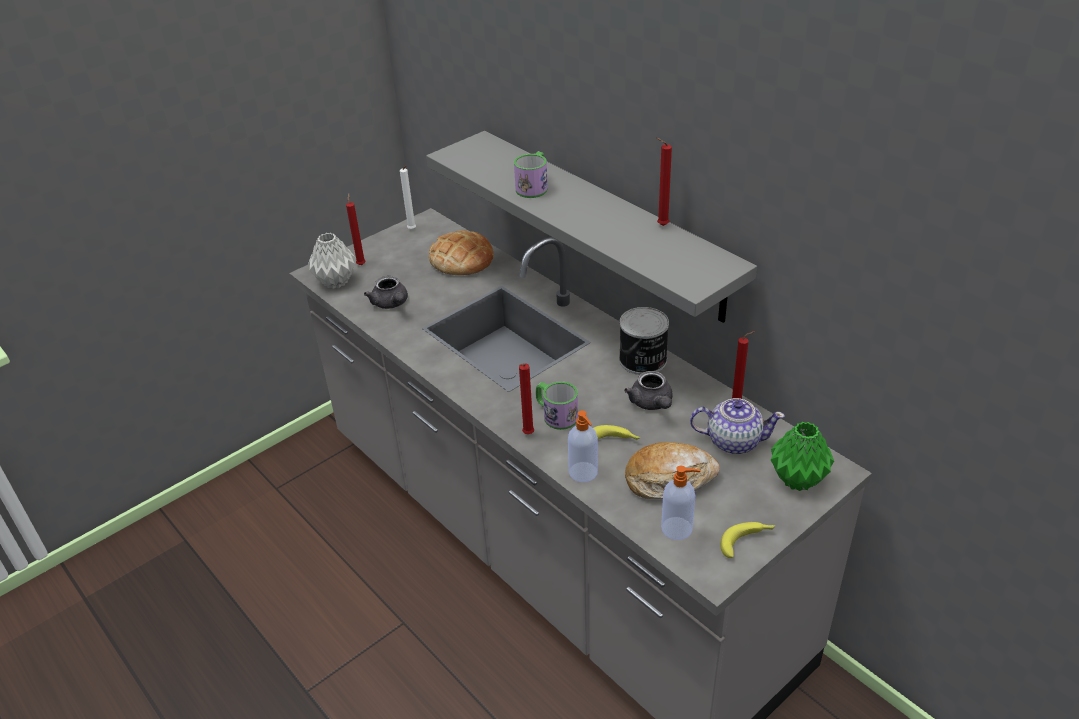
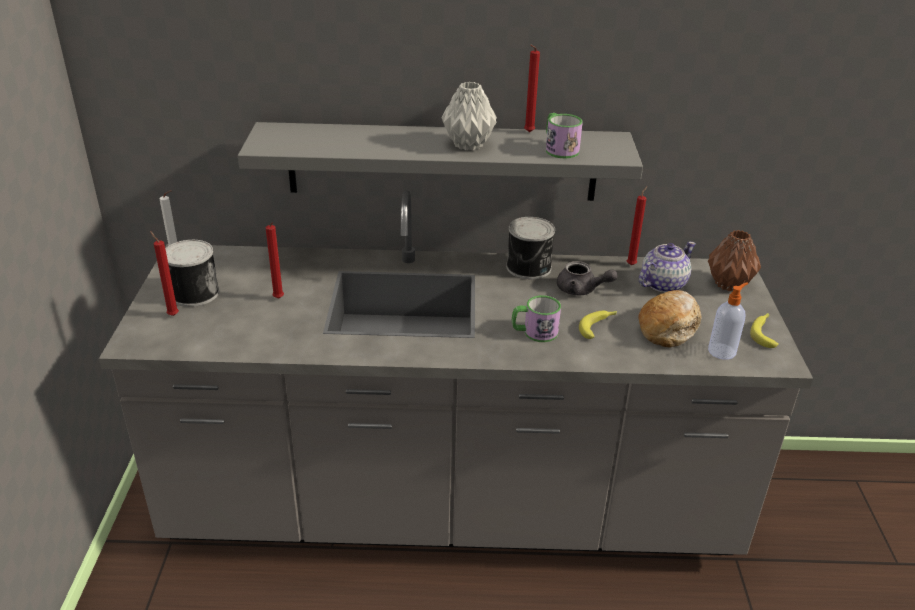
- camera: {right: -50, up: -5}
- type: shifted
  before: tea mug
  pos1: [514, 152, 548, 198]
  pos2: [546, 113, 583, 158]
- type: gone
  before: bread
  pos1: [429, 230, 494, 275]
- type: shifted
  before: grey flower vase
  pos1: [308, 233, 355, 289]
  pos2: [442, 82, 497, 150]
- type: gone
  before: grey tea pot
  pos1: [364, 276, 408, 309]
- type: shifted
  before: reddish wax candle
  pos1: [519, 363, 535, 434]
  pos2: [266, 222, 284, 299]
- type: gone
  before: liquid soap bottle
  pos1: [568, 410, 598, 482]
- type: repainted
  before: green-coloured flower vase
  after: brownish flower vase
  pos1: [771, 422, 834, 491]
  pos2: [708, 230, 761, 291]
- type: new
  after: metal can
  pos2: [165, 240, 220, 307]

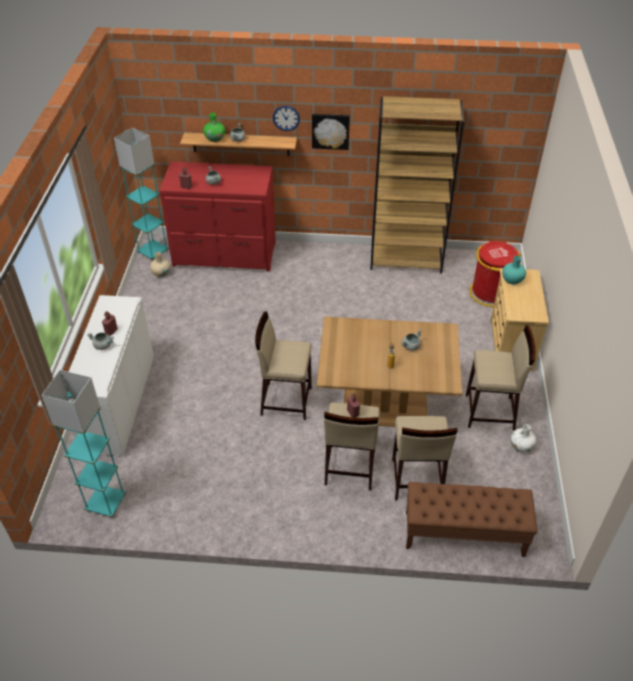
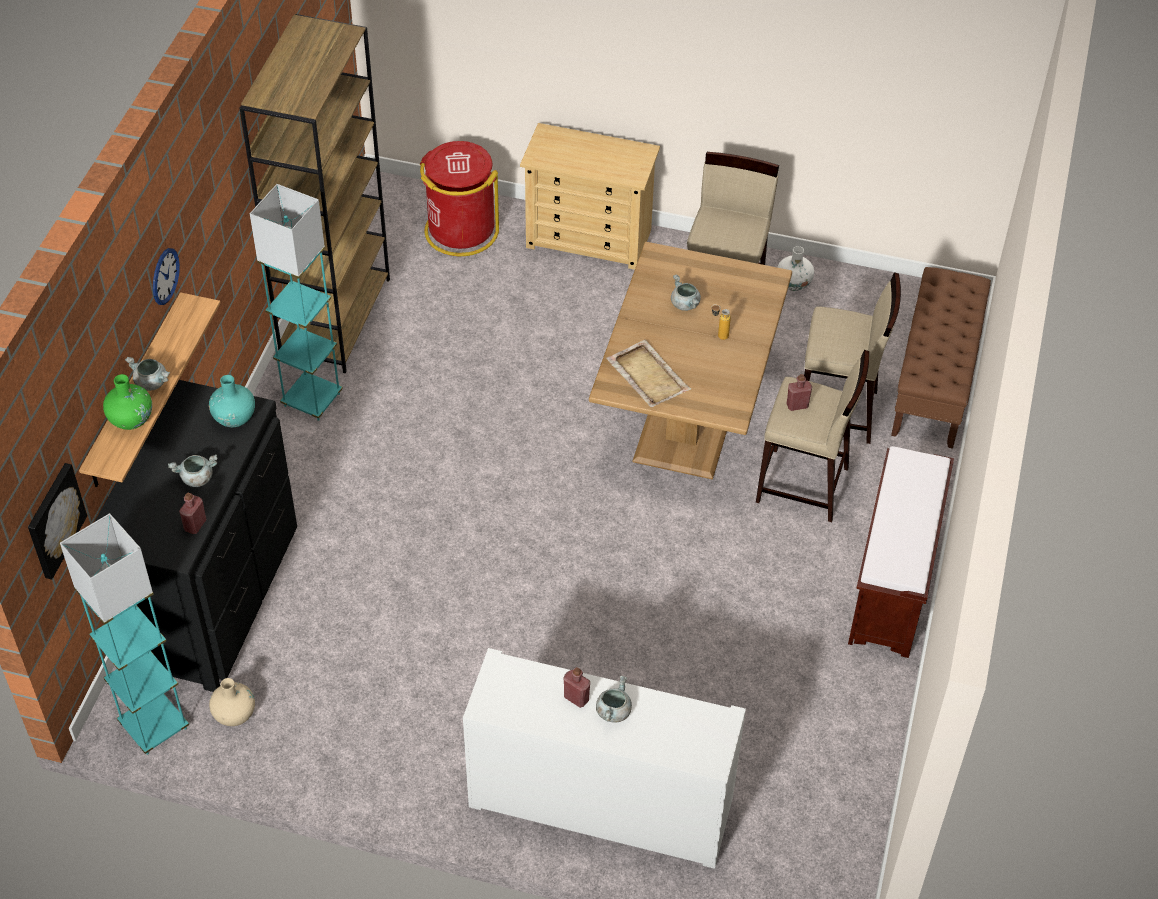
- camera: {right: -80, up: 5}
- type: shifted
  before: wall picture
  pos1: [312, 114, 350, 150]
  pos2: [28, 463, 87, 580]
- type: repainted
  before: reddish drawer chest
  after: black drawer chest
  pos1: [159, 162, 276, 271]
  pos2: [95, 380, 297, 692]
- type: shifted
  before: blue-green flower vase
  pos1: [502, 256, 526, 284]
  pos2: [209, 375, 255, 427]
- type: gone
  before: beige-coloured stool seat
  pos1: [255, 311, 312, 420]
- type: shifted
  before: blue-green standing lamp
  pos1: [42, 370, 126, 518]
  pos2: [250, 184, 343, 421]
- type: new
  after: beige-coloured tray
  pos2: [606, 339, 691, 408]
- type: new
  after: brownish long seat
  pos2: [848, 446, 954, 658]

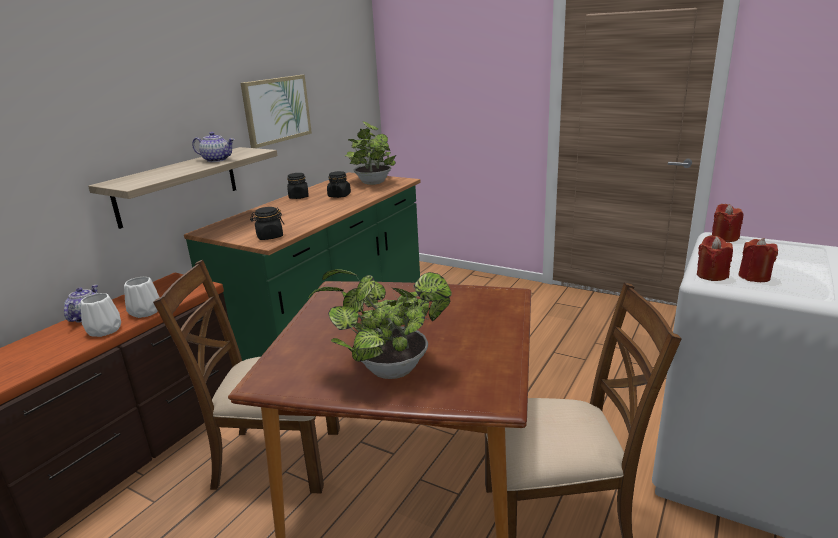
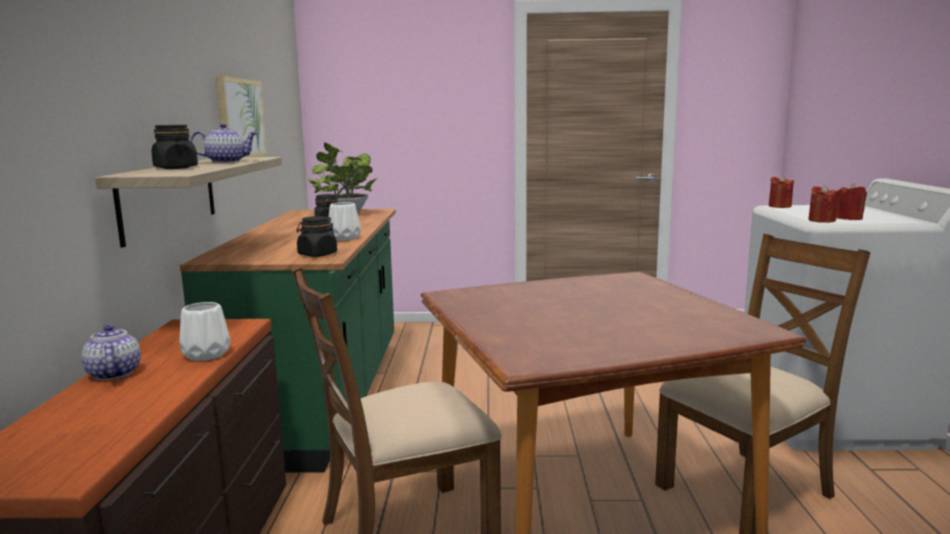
- camera: {right: -30, up: -10}
- type: shifted
  before: black jar
  pos1: [287, 173, 309, 199]
  pos2: [152, 125, 198, 169]
- type: gone
  before: plant in a pot
  pos1: [308, 269, 452, 379]
- type: shifted
  before: whitish flower vase
  pos1: [80, 293, 121, 337]
  pos2: [329, 202, 361, 241]

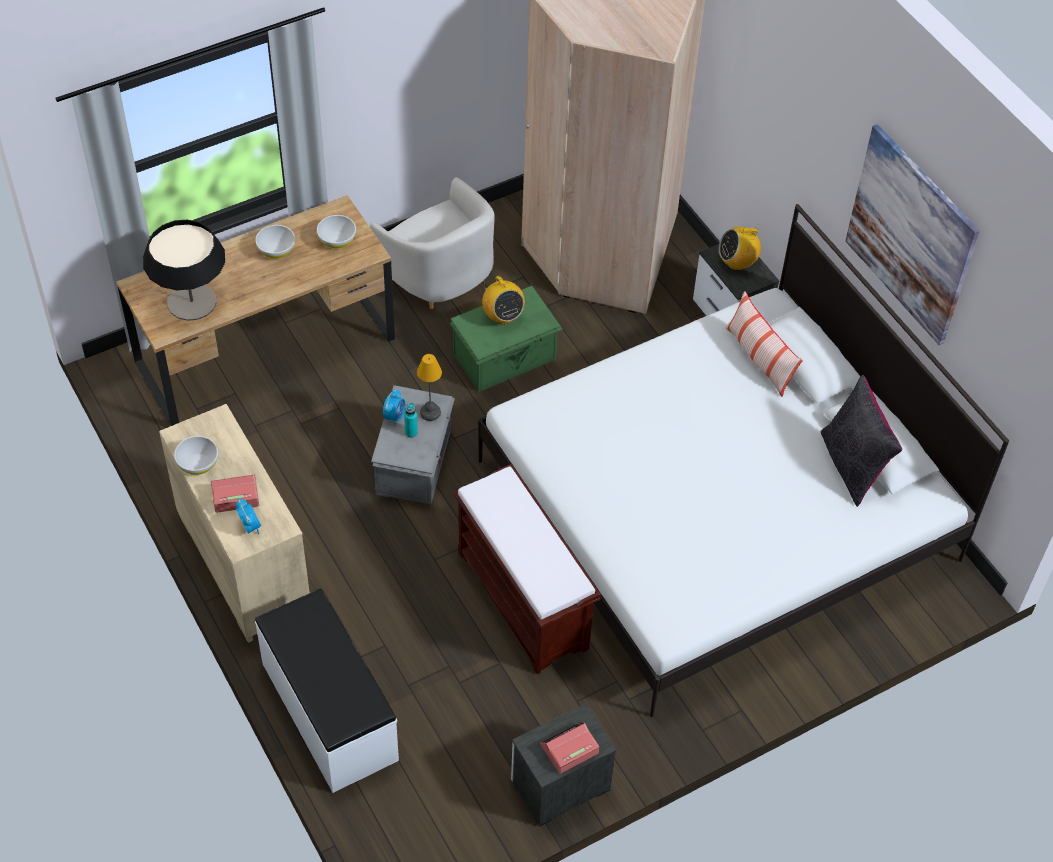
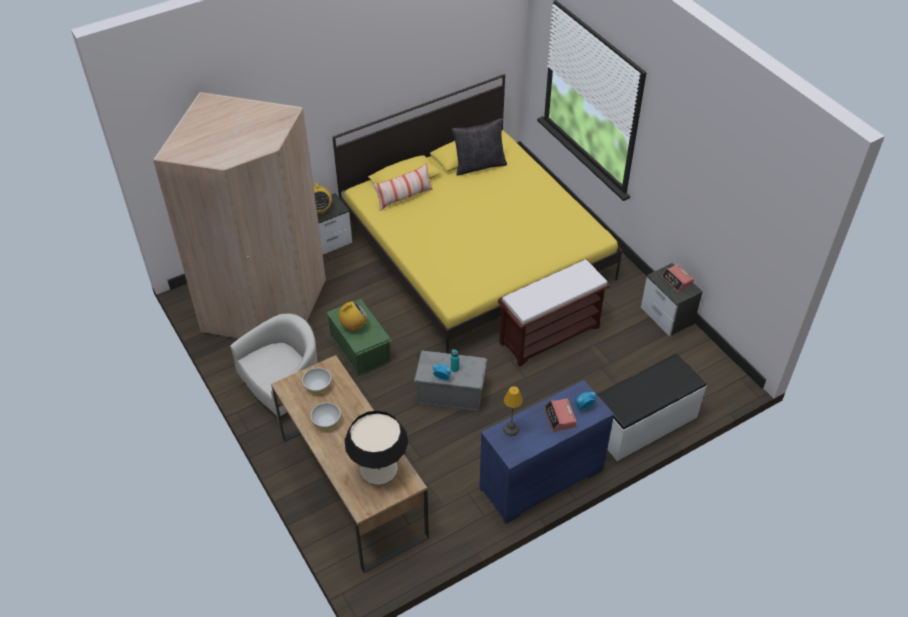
- camera: {right: -90, up: -5}
- type: gone
  before: wall picture
  pos1: [845, 124, 980, 345]
- type: repainted
  before: whitish sleeping bed
  after: yellowish sleeping bed
  pos1: [478, 204, 1009, 717]
  pos2: [332, 74, 622, 354]
- type: shifted
  before: table lamp
  pos1: [417, 354, 442, 421]
  pos2: [503, 386, 523, 436]
- type: repainted
  before: beige-coloured drawer chest
  after: blue drawer chest
  pos1: [159, 404, 310, 643]
  pos2: [479, 380, 614, 524]
- type: gone
  before: whitish bowl
  pos1: [174, 436, 218, 475]

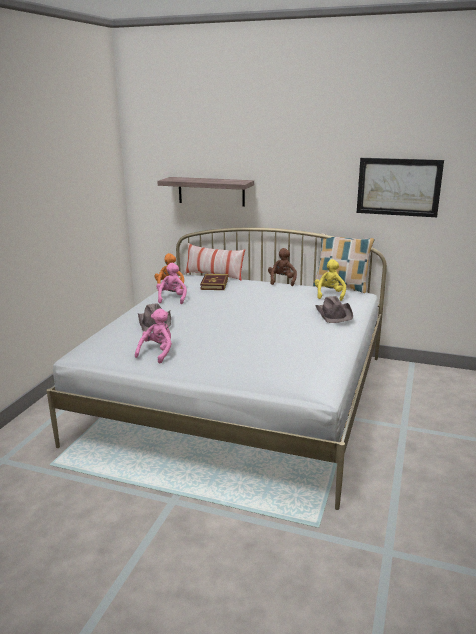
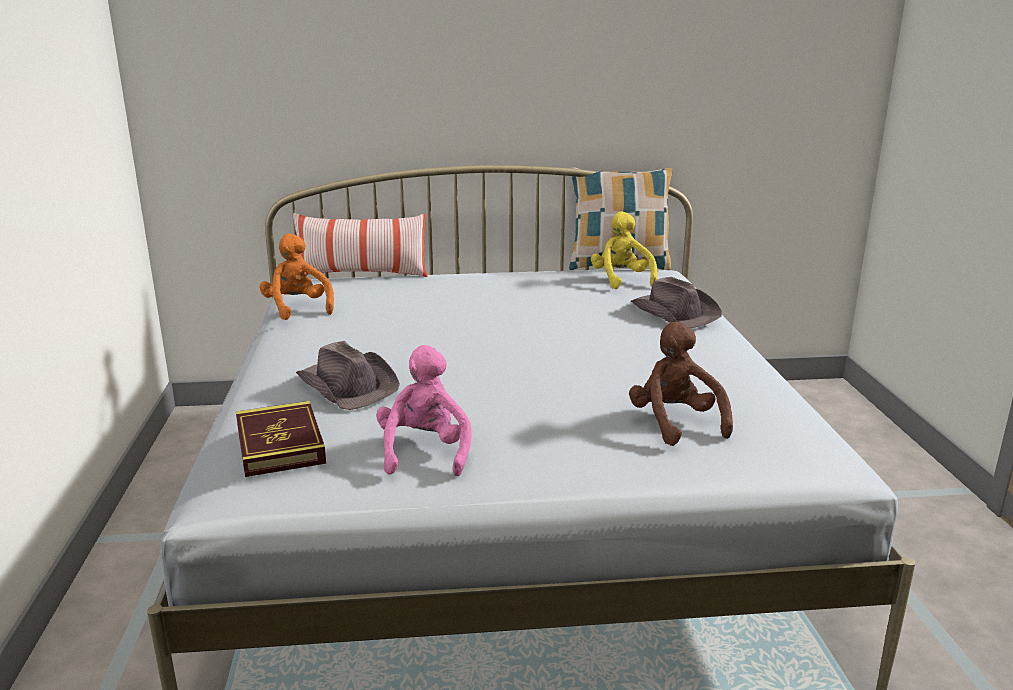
- camera: {right: -25, up: 0}
- type: gone
  before: wall picture
  pos1: [357, 158, 444, 217]
- type: gone
  before: wall shelf
  pos1: [157, 177, 254, 207]
- type: shifted
  before: brownish soft toy
  pos1: [268, 248, 297, 286]
  pos2: [629, 322, 733, 446]
- type: gone
  before: pink soft toy
  pos1: [156, 263, 187, 304]
- type: shifted
  before: book
  pos1: [200, 274, 228, 290]
  pos2: [236, 401, 326, 477]

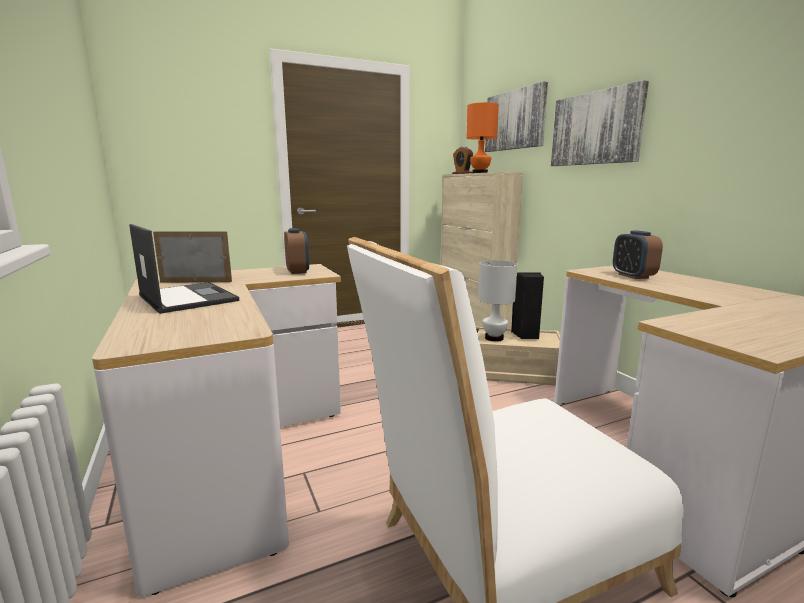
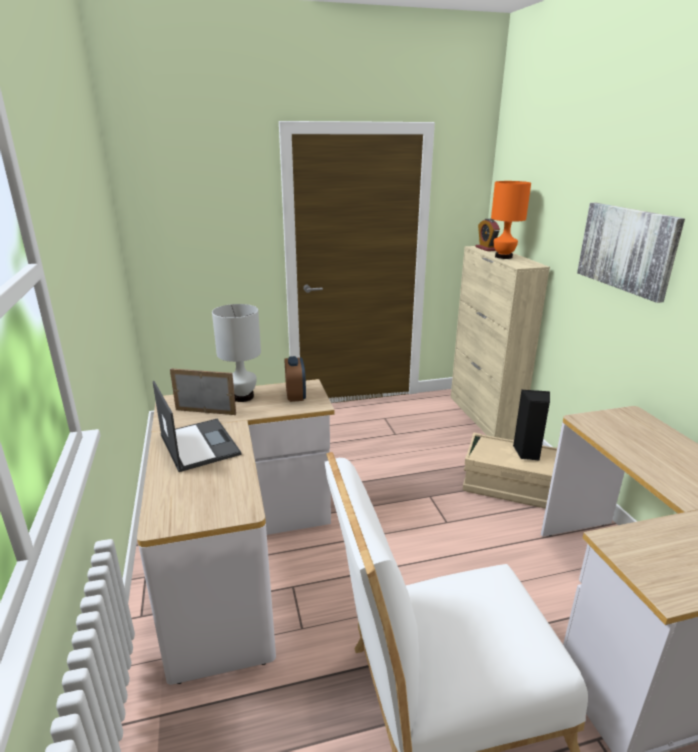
- camera: {right: 10, up: 10}
- type: gone
  before: wall picture
  pos1: [485, 81, 548, 152]
- type: gone
  before: alarm clock
  pos1: [613, 231, 663, 279]
- type: shifted
  before: whitish table lamp
  pos1: [478, 260, 518, 342]
  pos2: [212, 304, 261, 402]

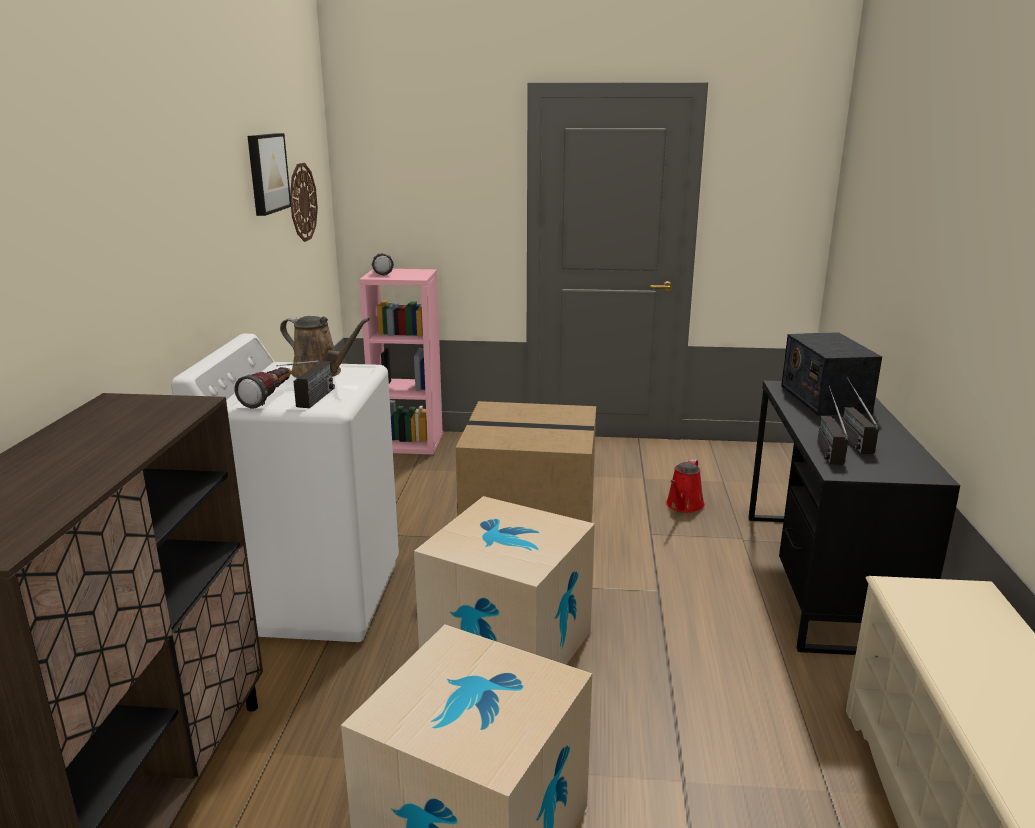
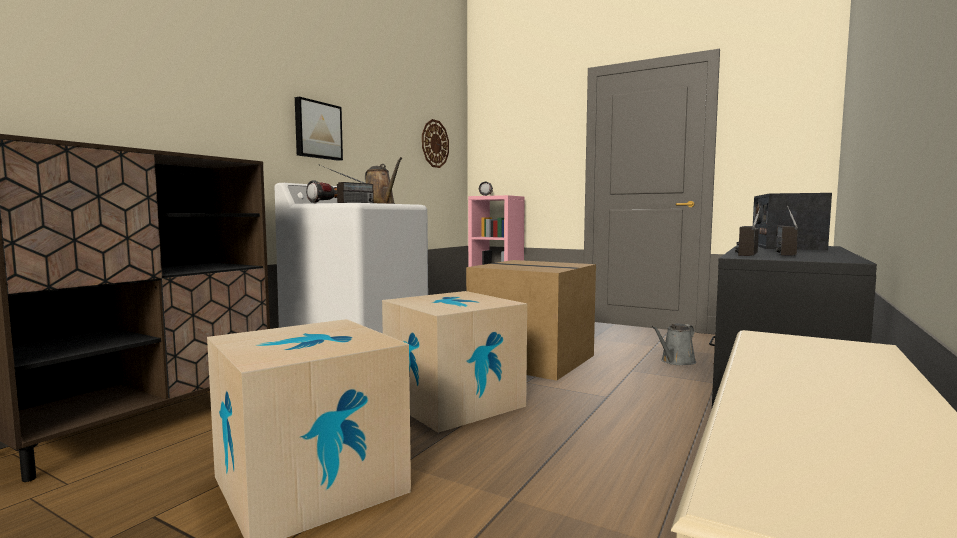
- camera: {right: 25, up: -15}
- type: shifted
  before: wall picture
  pos1: [248, 133, 291, 216]
  pos2: [295, 97, 343, 161]
- type: repainted
  before: reddish watering can
  after: grey watering can
  pos1: [666, 459, 705, 513]
  pos2: [651, 323, 696, 365]

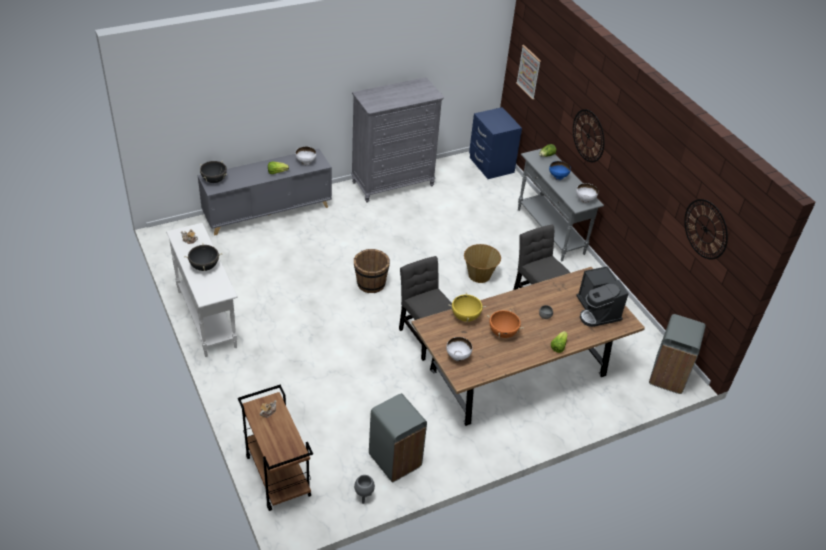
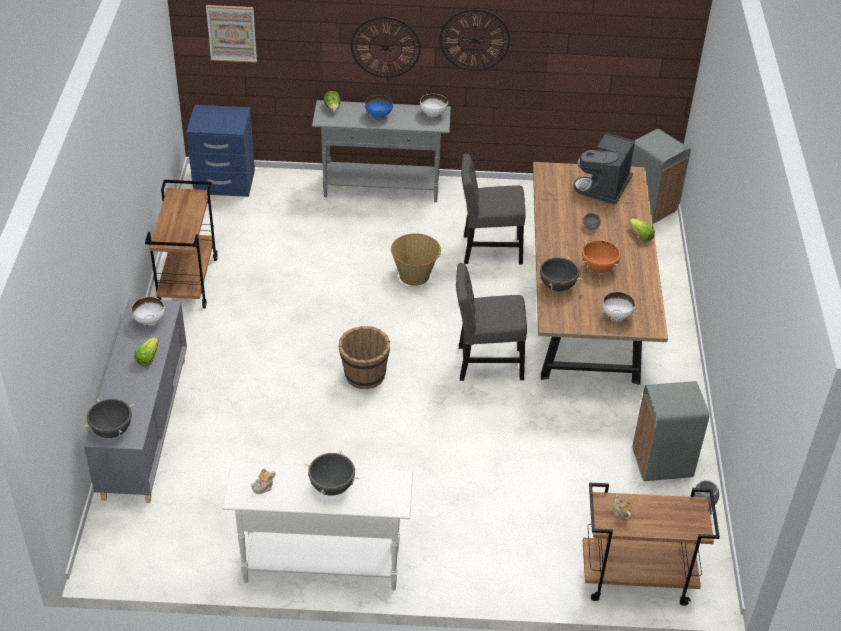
- camera: {right: -60, up: 0}
- type: swapped
  before: grey drawer chest
  after: brownish trolley
  pos1: [351, 77, 444, 203]
  pos2: [145, 180, 218, 308]
- type: shifted
  before: hanging clock
  pos1: [684, 199, 728, 259]
  pos2: [440, 9, 510, 71]
- type: rotated
  before: coffee maker
  pos1: [576, 266, 629, 327]
  pos2: [574, 133, 635, 205]
  turn: 105
- type: repainted
  before: yellowish saucepot
  after: black saucepot
  pos1: [448, 292, 486, 322]
  pos2: [537, 257, 583, 291]

